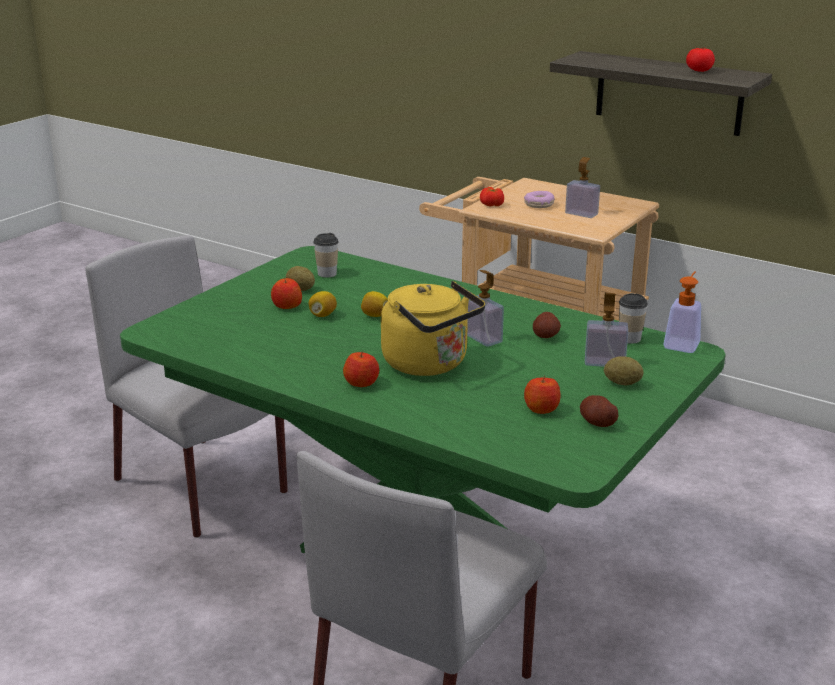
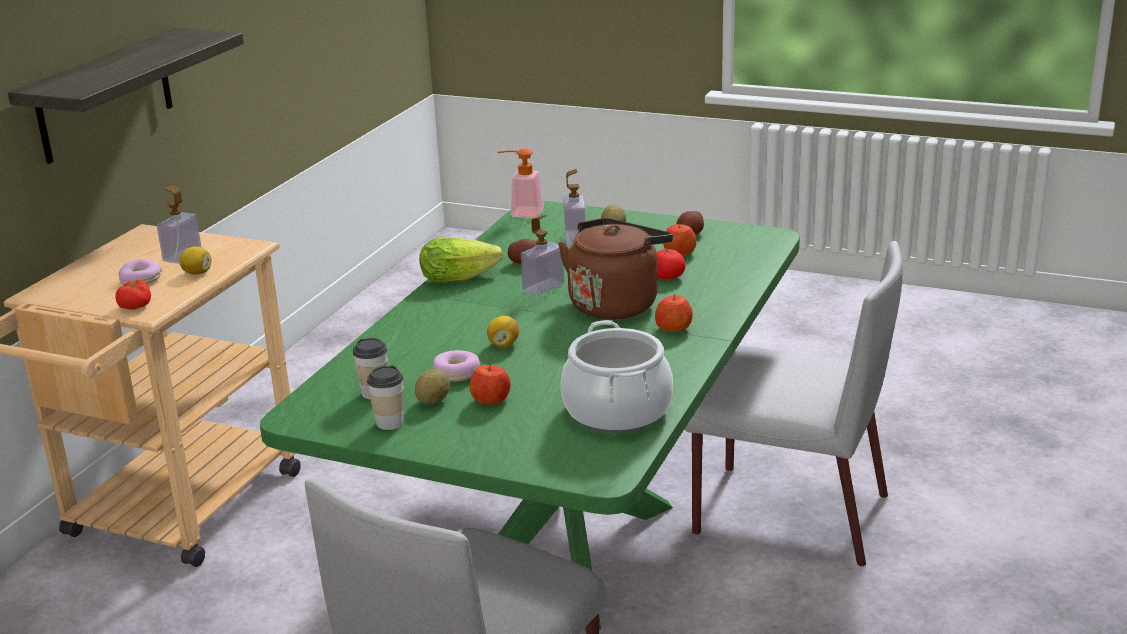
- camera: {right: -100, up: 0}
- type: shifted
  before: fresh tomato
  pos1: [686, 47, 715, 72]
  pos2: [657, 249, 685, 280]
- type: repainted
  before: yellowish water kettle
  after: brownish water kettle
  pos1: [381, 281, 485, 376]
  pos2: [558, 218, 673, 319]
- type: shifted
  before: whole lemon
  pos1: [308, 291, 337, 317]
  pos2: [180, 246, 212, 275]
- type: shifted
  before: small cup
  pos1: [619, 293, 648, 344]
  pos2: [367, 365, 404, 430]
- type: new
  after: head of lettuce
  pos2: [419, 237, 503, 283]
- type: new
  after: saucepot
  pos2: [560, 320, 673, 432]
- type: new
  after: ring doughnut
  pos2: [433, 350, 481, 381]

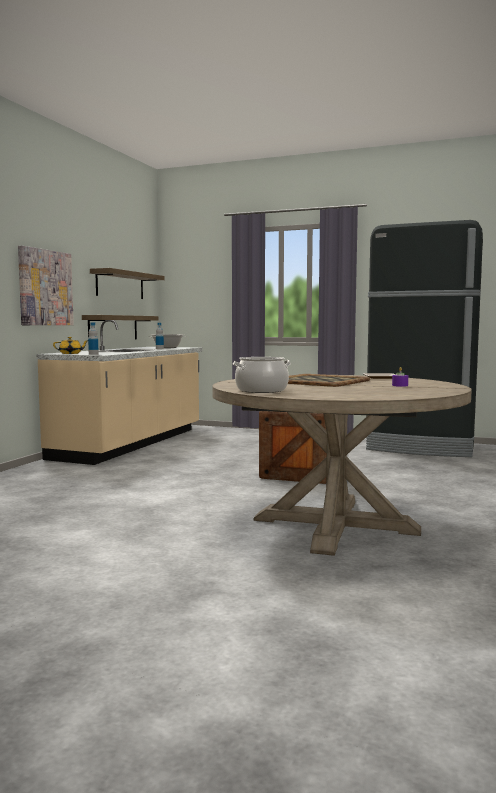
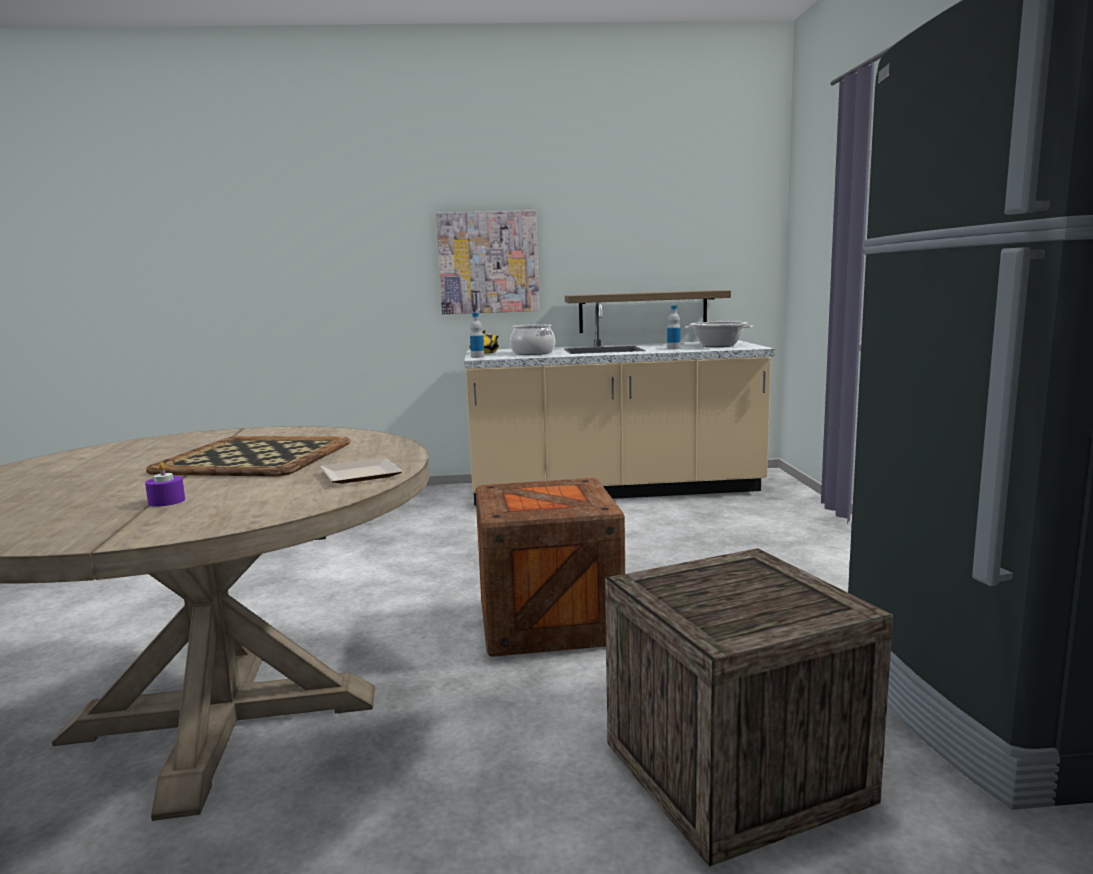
- camera: {right: 65, up: 5}
- type: gone
  before: wall shelf
  pos1: [90, 268, 165, 299]
- type: shifted
  before: saucepot
  pos1: [233, 357, 291, 393]
  pos2: [510, 324, 555, 355]
- type: new
  after: shipping crate
  pos2: [605, 548, 893, 867]

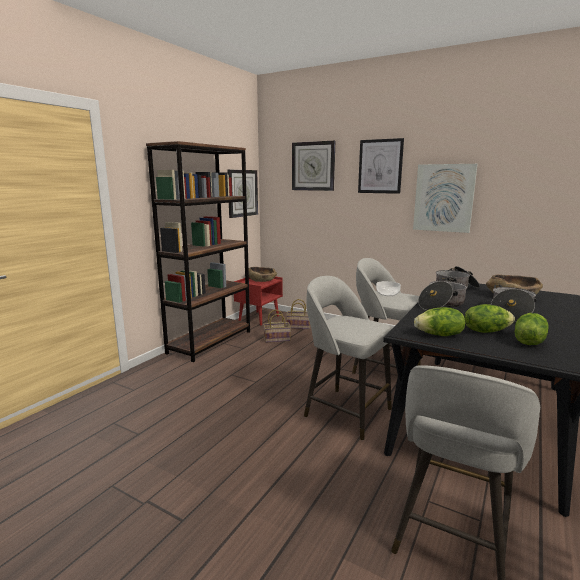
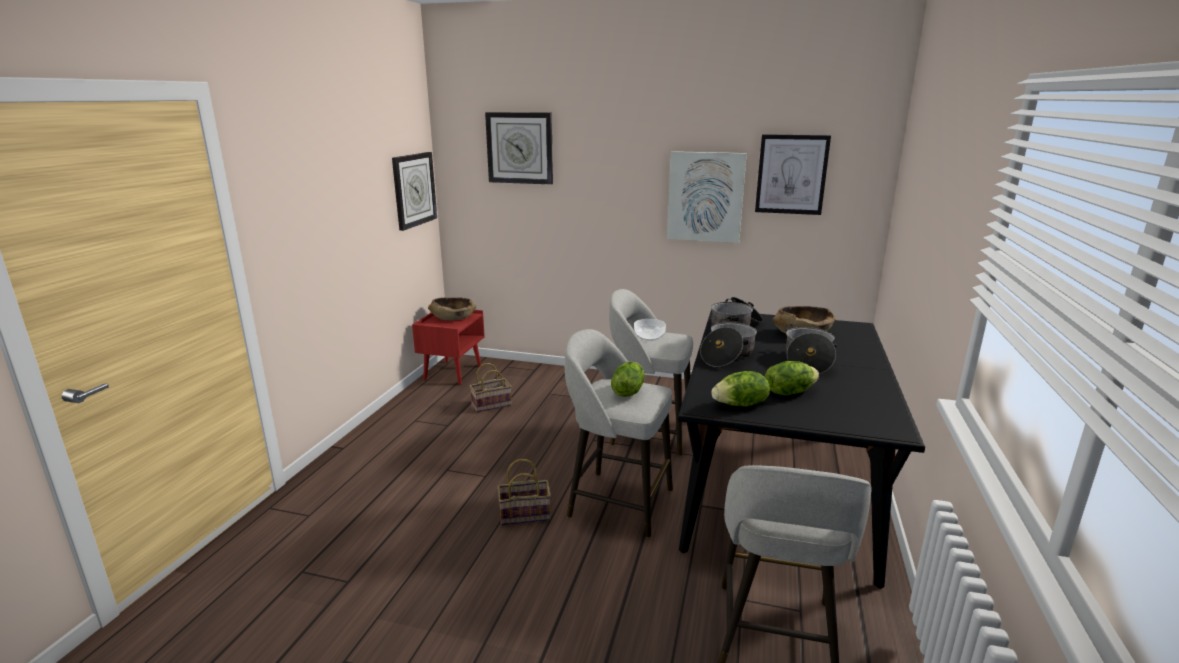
- camera: {right: -15, up: 5}
- type: shifted
  before: wall picture
  pos1: [358, 138, 404, 194]
  pos2: [755, 134, 831, 215]
- type: gone
  before: brownish bookshelf
  pos1: [146, 141, 250, 362]
- type: shifted
  before: storage basket
  pos1: [286, 299, 310, 329]
  pos2: [498, 459, 551, 525]
- type: shifted
  before: head of lettuce
  pos1: [515, 313, 549, 345]
  pos2: [611, 362, 644, 397]

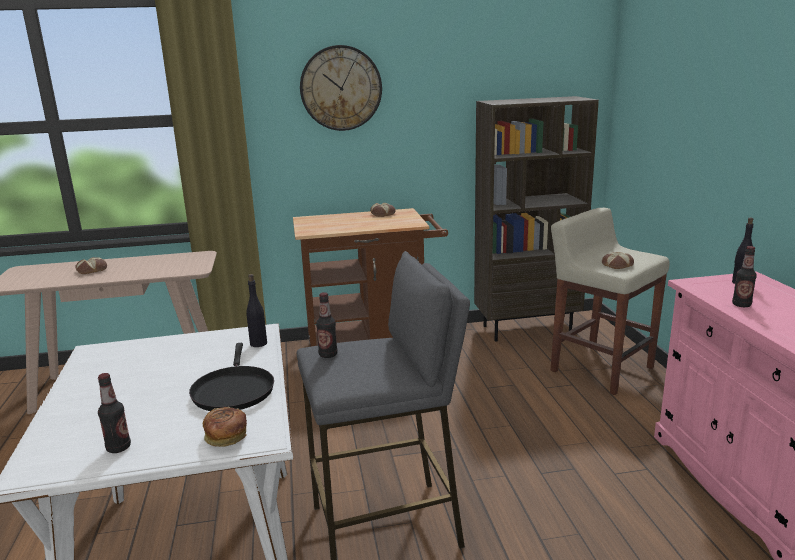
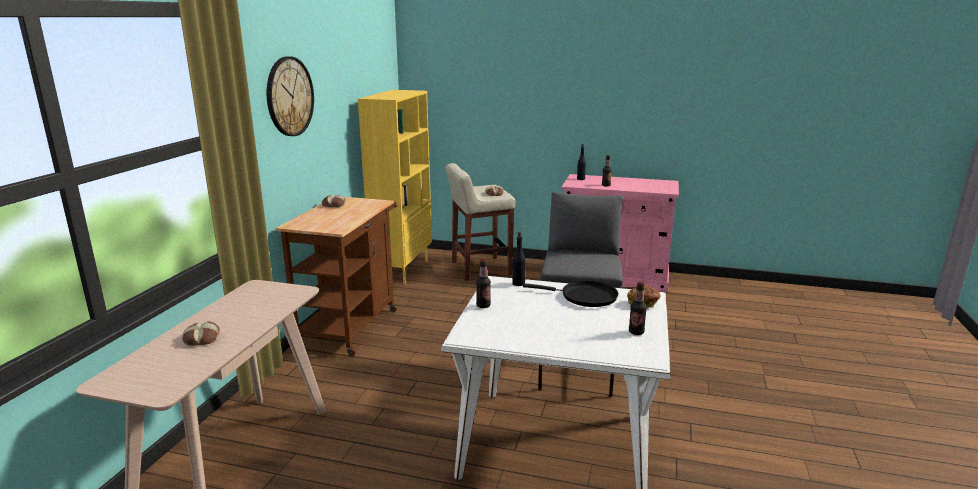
- camera: {right: -65, up: 0}
- type: repainted
  before: brownish bookshelf
  after: yellowish bookshelf
  pos1: [474, 96, 599, 342]
  pos2: [358, 90, 432, 284]
- type: shifted
  before: beverage bottle
  pos1: [316, 292, 338, 358]
  pos2: [476, 259, 491, 308]

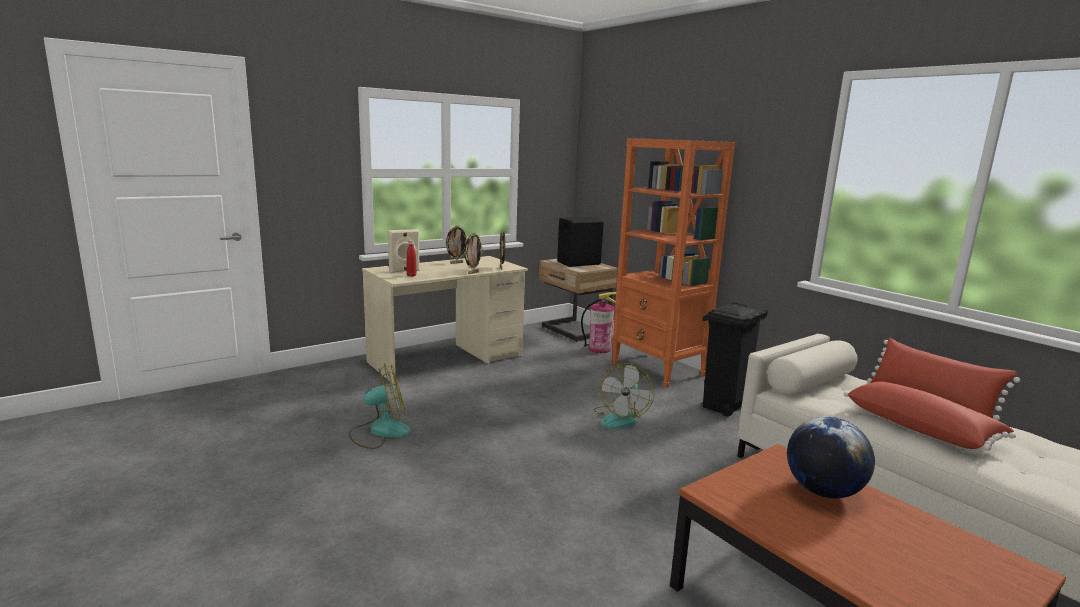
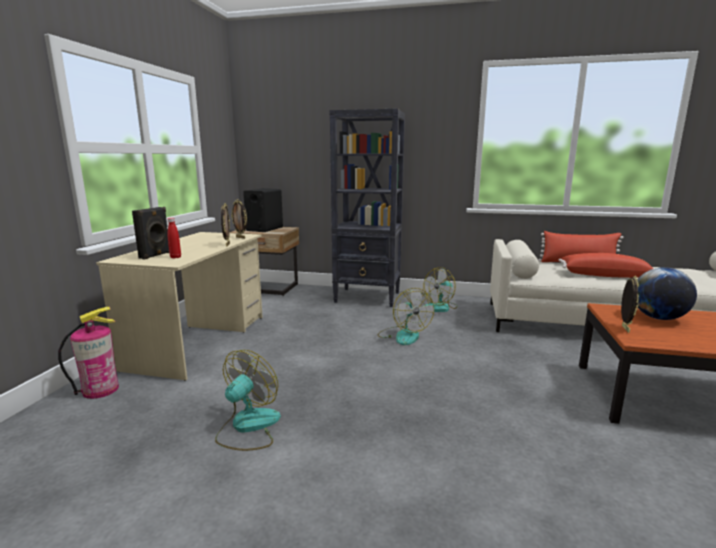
- camera: {right: -40, up: 0}
- type: repainted
  before: orange-coloured bookshelf
  after: black bookshelf
  pos1: [612, 138, 735, 388]
  pos2: [329, 109, 405, 307]
- type: shifted
  before: standing frame
  pos1: [445, 225, 467, 264]
  pos2: [621, 276, 639, 333]
- type: repainted
  before: beige-coloured speaker
  after: black speaker
  pos1: [388, 229, 420, 273]
  pos2: [132, 207, 169, 260]
- type: shifted
  before: fire-fighting cylinder
  pos1: [581, 292, 616, 353]
  pos2: [58, 307, 119, 399]
- type: swapped
  before: black waste bin
  after: cooling fan
  pos1: [702, 302, 768, 417]
  pos2: [422, 267, 458, 312]

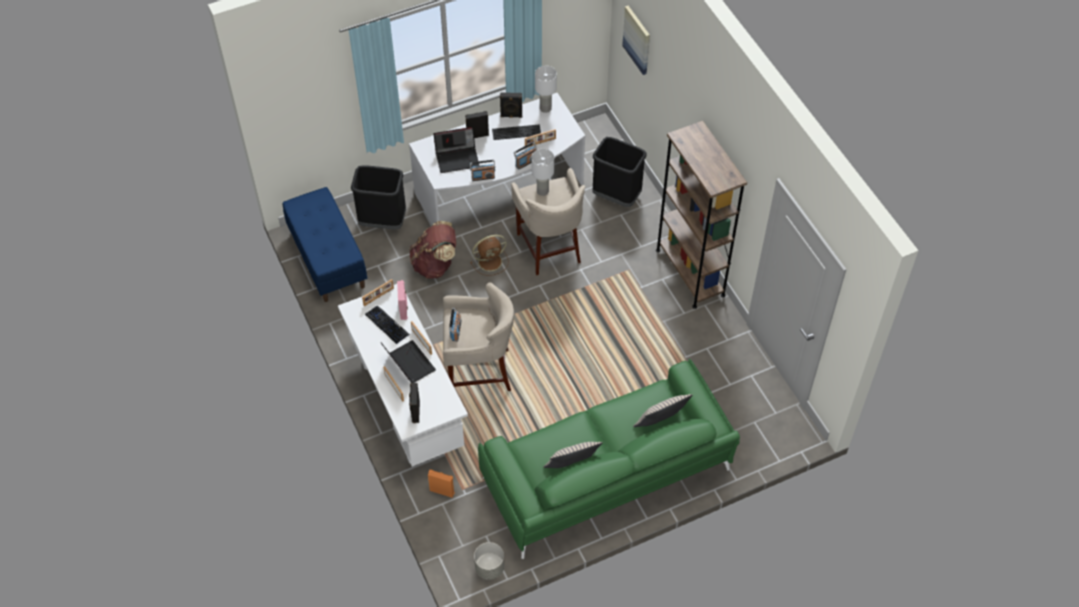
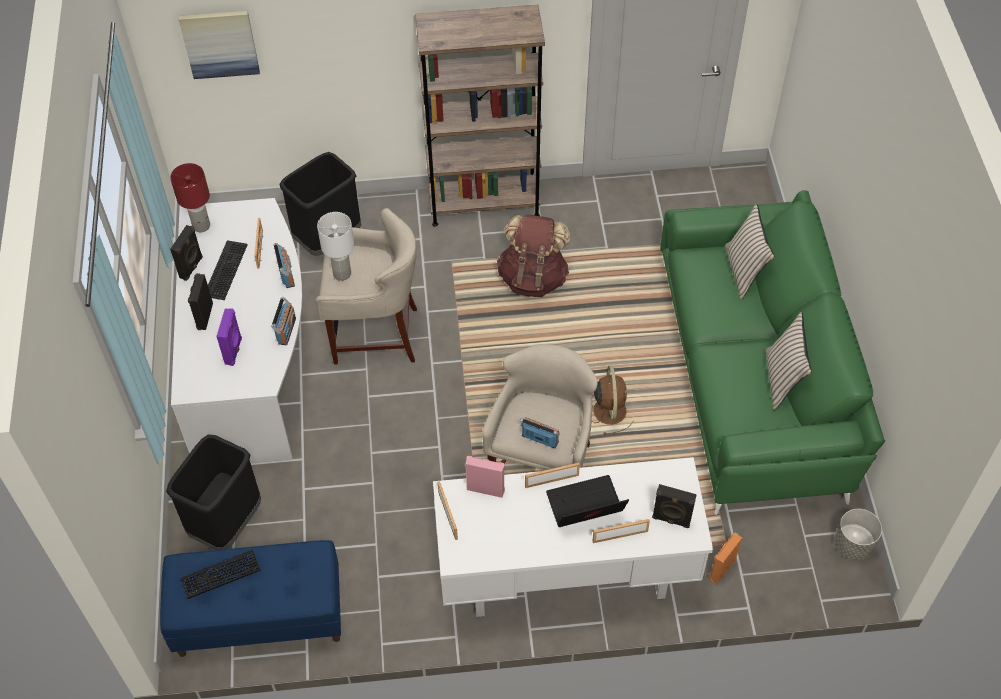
- camera: {right: -70, up: 0}
- type: repainted
  before: whitish table lamp
  after: reddish table lamp
  pos1: [535, 66, 557, 113]
  pos2: [170, 163, 210, 232]
- type: swapped
  before: portable computer
  after: purple-coloured speaker
  pos1: [434, 127, 480, 173]
  pos2: [216, 308, 242, 366]
- type: shifted
  before: brownish knapsack
  pos1: [409, 221, 456, 279]
  pos2: [497, 215, 570, 297]
- type: shifted
  before: brownish cooling fan
  pos1: [470, 235, 509, 276]
  pos2: [591, 366, 634, 435]
- type: shifted
  before: computer keyboard
  pos1: [365, 306, 410, 345]
  pos2: [181, 549, 261, 599]

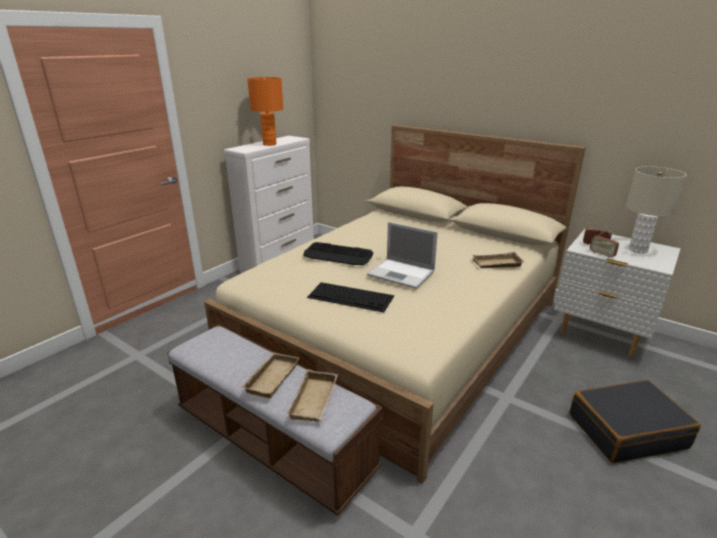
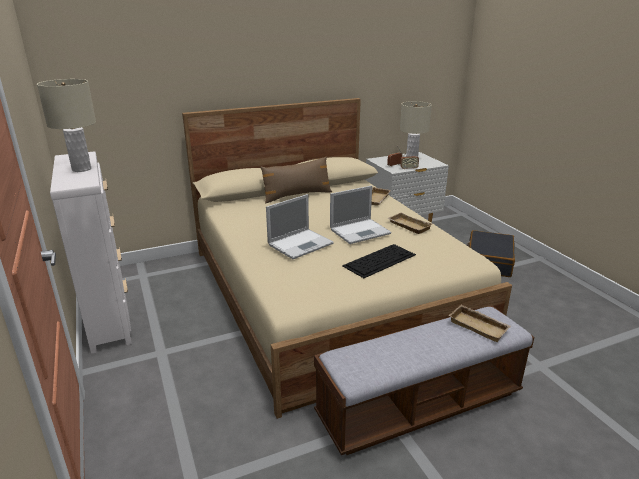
- camera: {right: -60, up: 0}
- type: repainted
  before: orange-coloured table lamp
  after: beige-coloured table lamp
  pos1: [247, 77, 283, 146]
  pos2: [37, 79, 96, 172]
- type: swapped
  before: computer keyboard
  after: portable computer
  pos1: [303, 242, 373, 265]
  pos2: [266, 194, 334, 259]
- type: shifted
  before: beige-coloured tray
  pos1: [242, 352, 299, 398]
  pos2: [387, 212, 433, 234]
- type: new
  after: brownish throw pillow
  pos2: [260, 157, 332, 204]

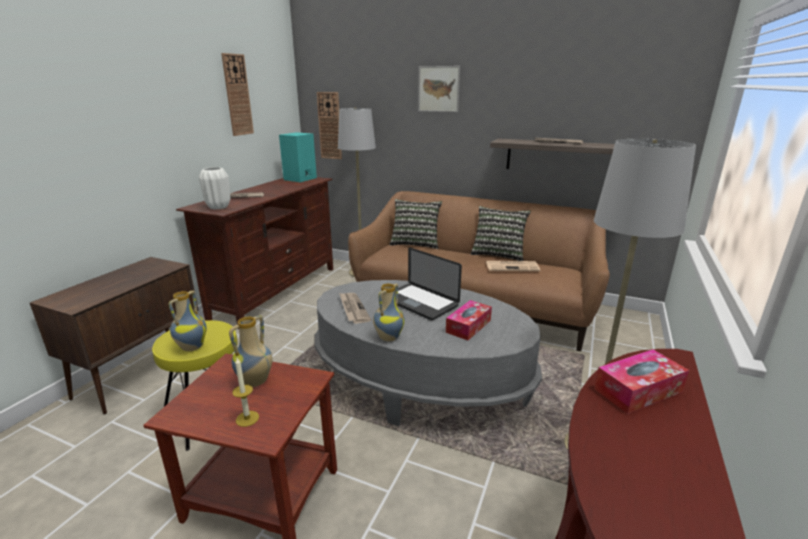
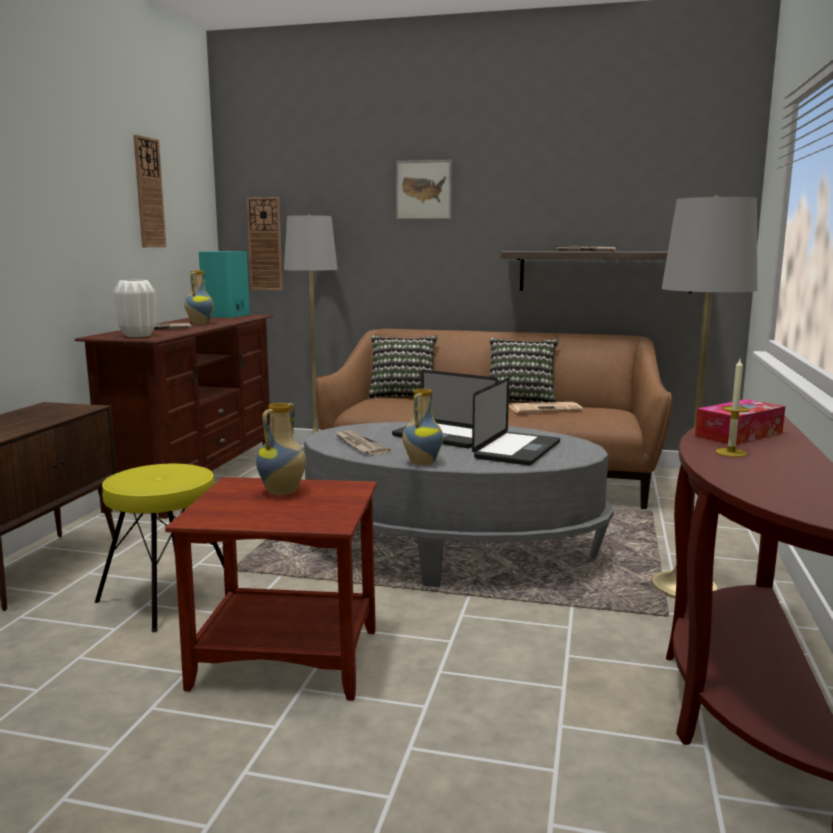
- camera: {right: -10, up: -10}
- type: shifted
  before: flower vase
  pos1: [169, 291, 206, 351]
  pos2: [184, 270, 214, 324]
- type: swapped
  before: tissue box
  after: portable computer
  pos1: [446, 300, 492, 340]
  pos2: [472, 378, 560, 466]
- type: shifted
  before: wax candle
  pos1: [232, 358, 259, 427]
  pos2: [715, 359, 749, 457]

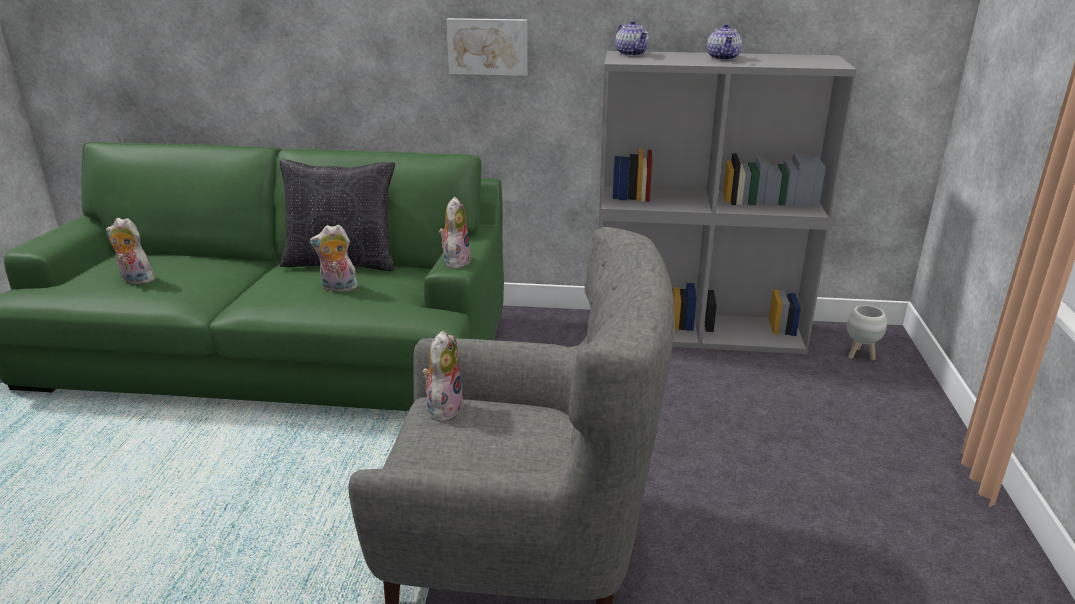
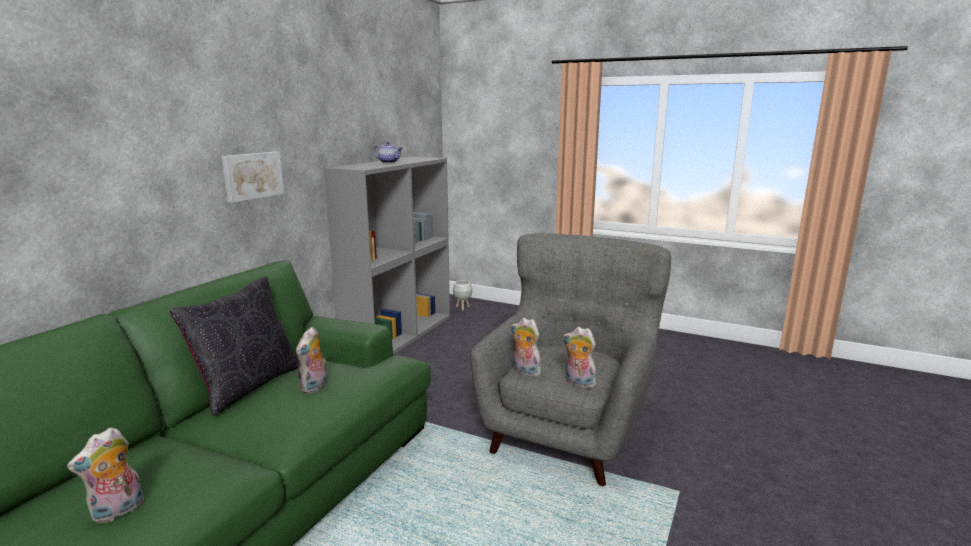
- camera: {right: -70, up: -10}
- type: gone
  before: tea pot
  pos1: [615, 20, 649, 56]
- type: shifted
  before: soft toy
  pos1: [439, 197, 471, 269]
  pos2: [563, 327, 596, 388]

